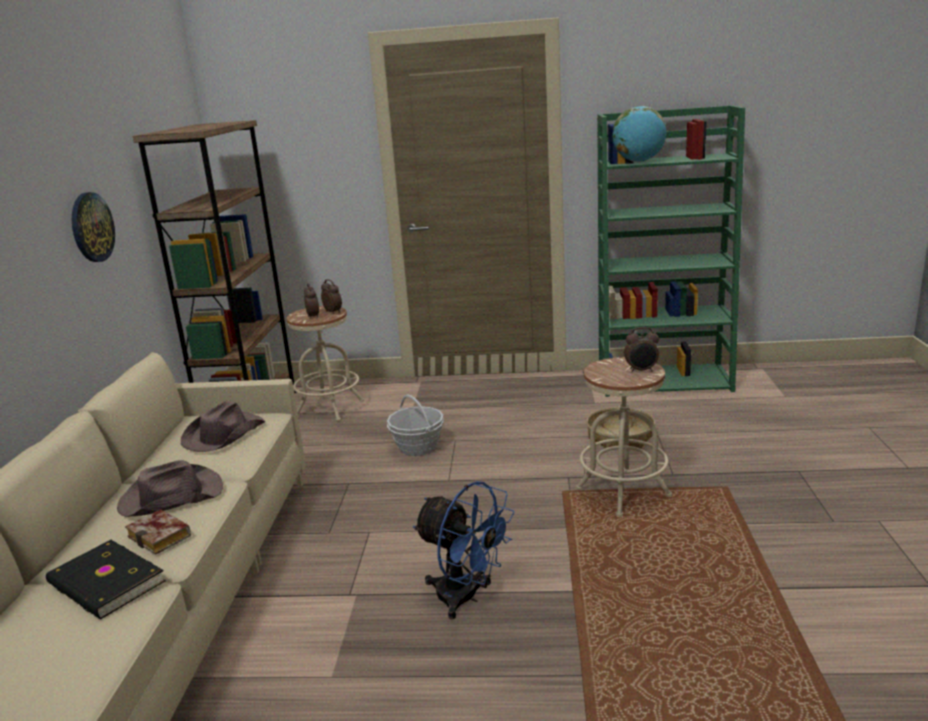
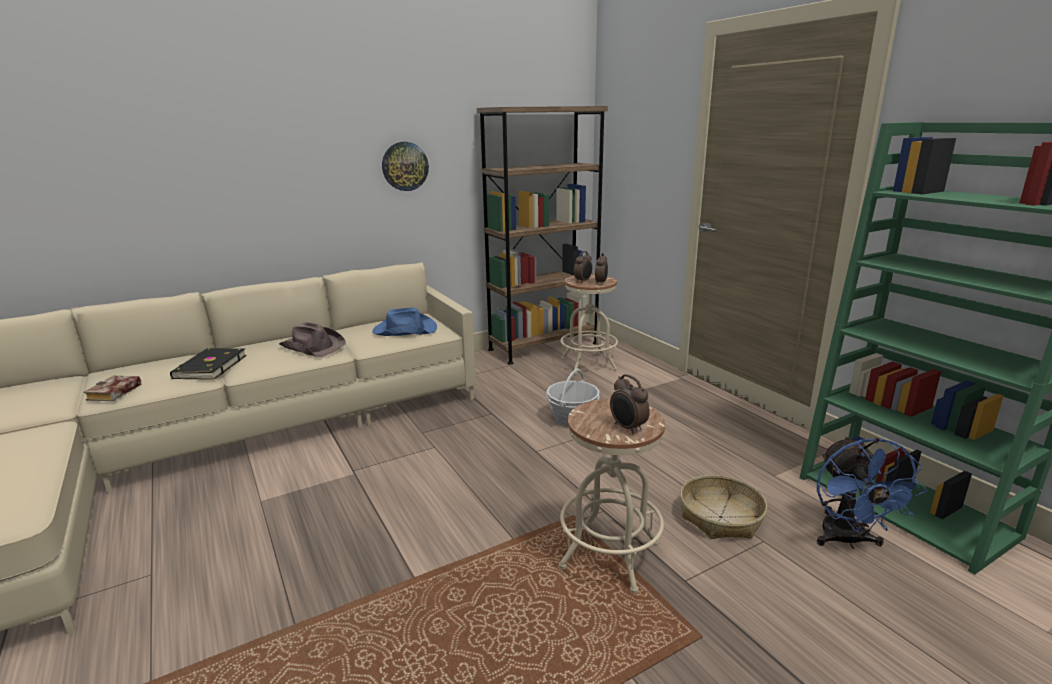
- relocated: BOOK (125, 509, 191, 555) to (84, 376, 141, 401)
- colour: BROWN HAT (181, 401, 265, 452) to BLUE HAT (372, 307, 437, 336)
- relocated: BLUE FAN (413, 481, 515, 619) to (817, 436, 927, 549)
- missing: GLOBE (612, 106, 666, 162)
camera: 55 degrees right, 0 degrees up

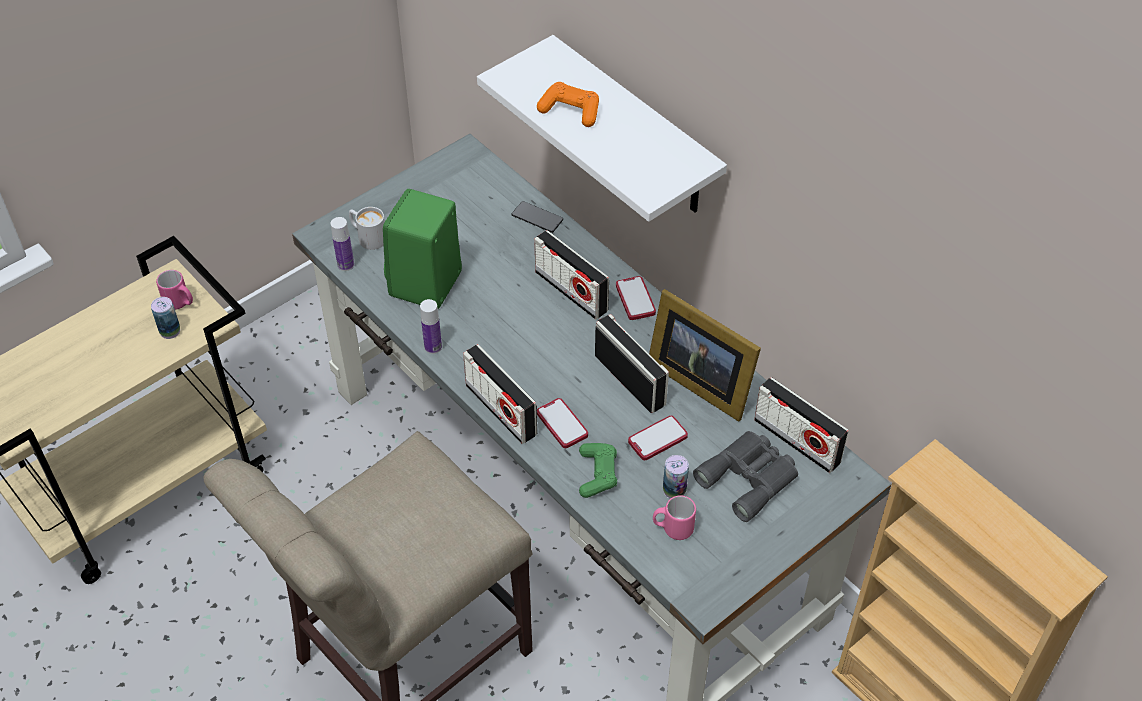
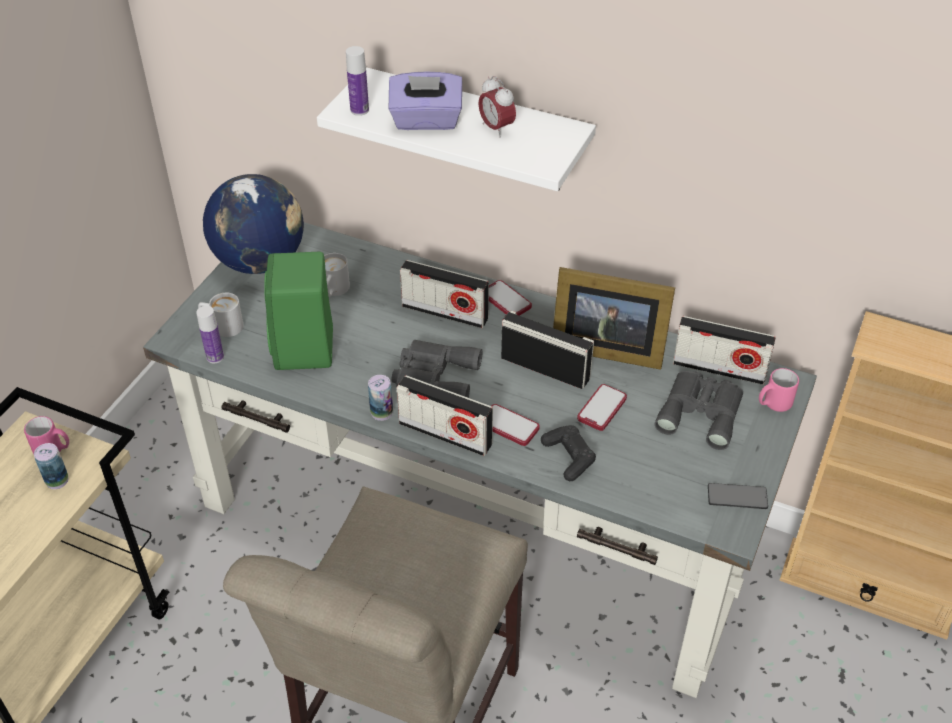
- relocated: BOTTLE (420, 299, 442, 354) to (346, 46, 369, 116)
- relocated: PHONE (511, 201, 563, 233) to (708, 483, 768, 509)
- exchanged: ORANGE GAME CONTROLLER (537, 82, 599, 127) to PURPLE TISSUE BOX (389, 71, 462, 130)
- colour: GREEN GAME CONTROLLER (579, 443, 617, 498) to BLACK GAME CONTROLLER (541, 425, 596, 481)
- relocated: PINK MUG (653, 495, 696, 540) to (759, 368, 799, 412)
- relocated: CAN (663, 455, 689, 499) to (368, 375, 393, 421)
- appeared: GLOBE (203, 174, 304, 274)
- appeared: WHITE MUG (324, 253, 350, 297)
- appeared: GREY BINOCULARS (391, 340, 482, 398)
- appeared: ALARM CLOCK (478, 76, 516, 137)
camera: 25 degrees left, 5 degrees down

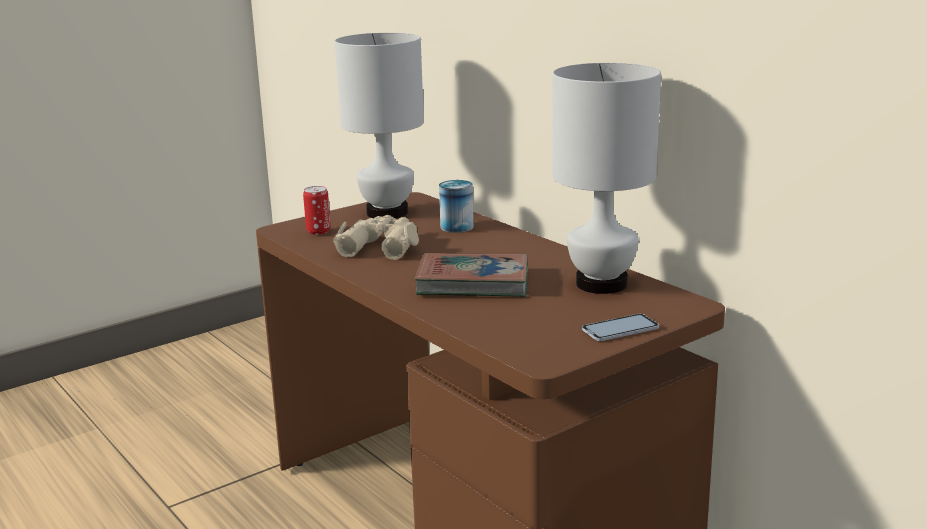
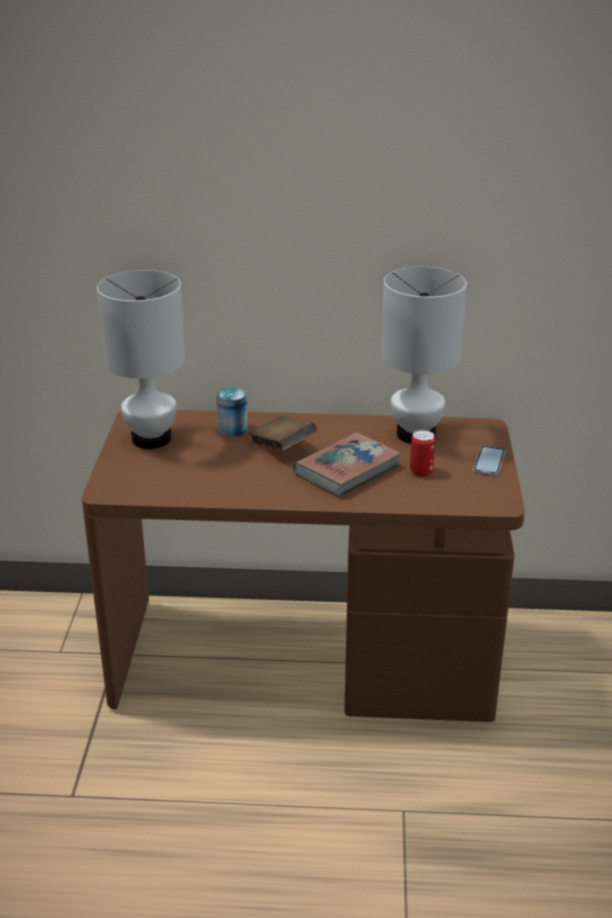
- relocated: CAN (303, 186, 331, 235) to (410, 430, 435, 477)
- missing: BEIGE BINOCULARS (333, 215, 419, 260)
- appeared: BROWN BOOK (248, 416, 317, 451)
camera: 50 degrees left, 10 degrees up

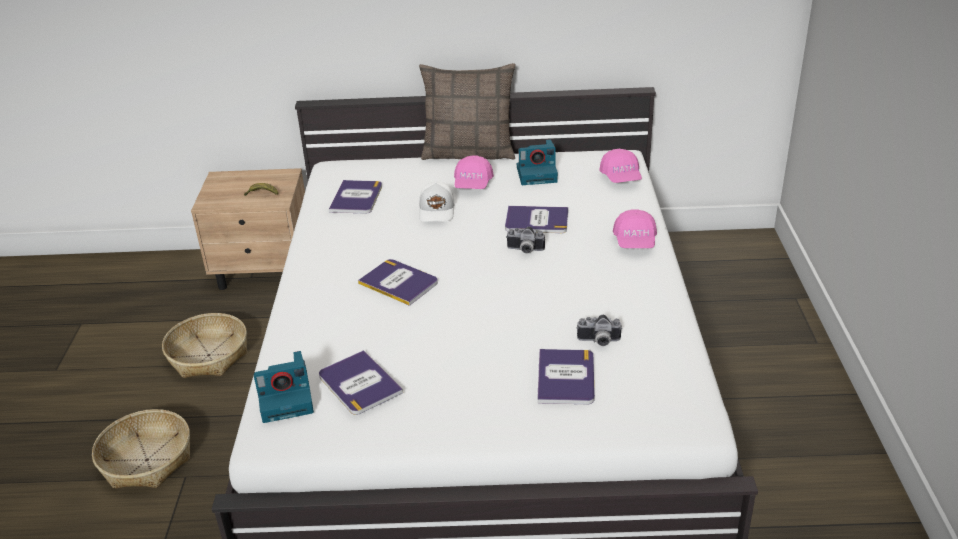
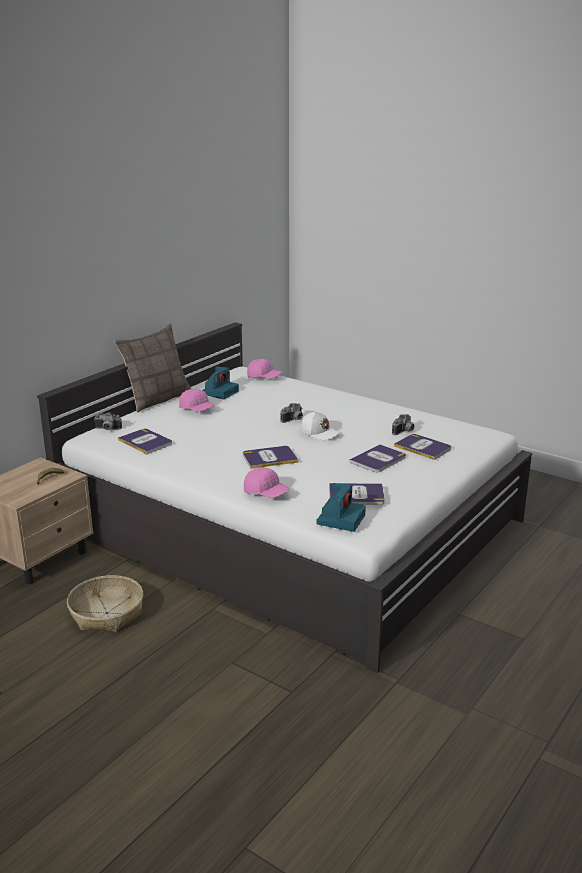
- missing: BASKET (92, 409, 190, 489)
- relocated: WHITE CAP (419, 182, 455, 222) to (300, 411, 340, 440)
- relocated: BOOK (505, 206, 568, 233) to (349, 444, 406, 472)
- relocated: PINK CAP (613, 209, 657, 248) to (244, 468, 290, 498)
- appeared: PHOTO CAMERA (94, 412, 122, 430)
camera: 55 degrees left, 10 degrees down

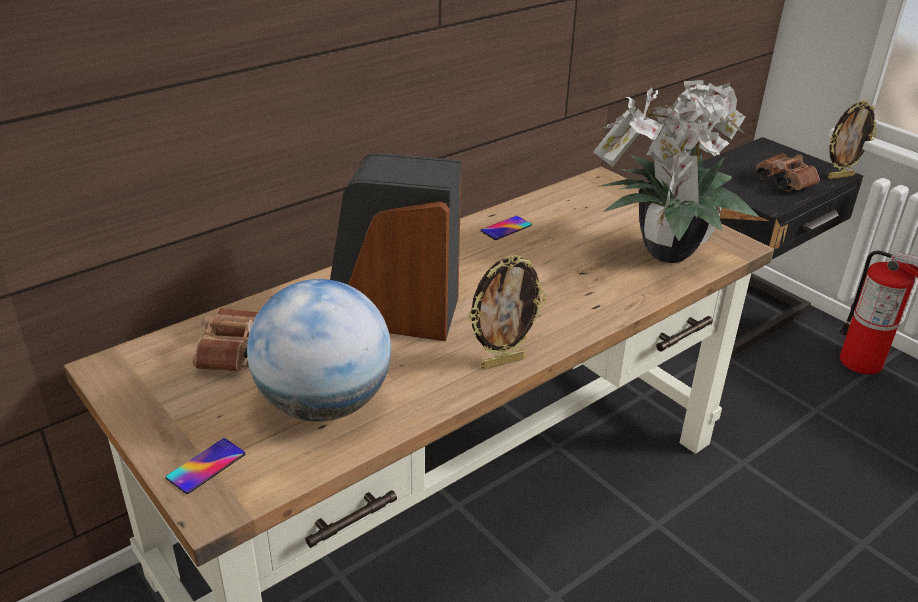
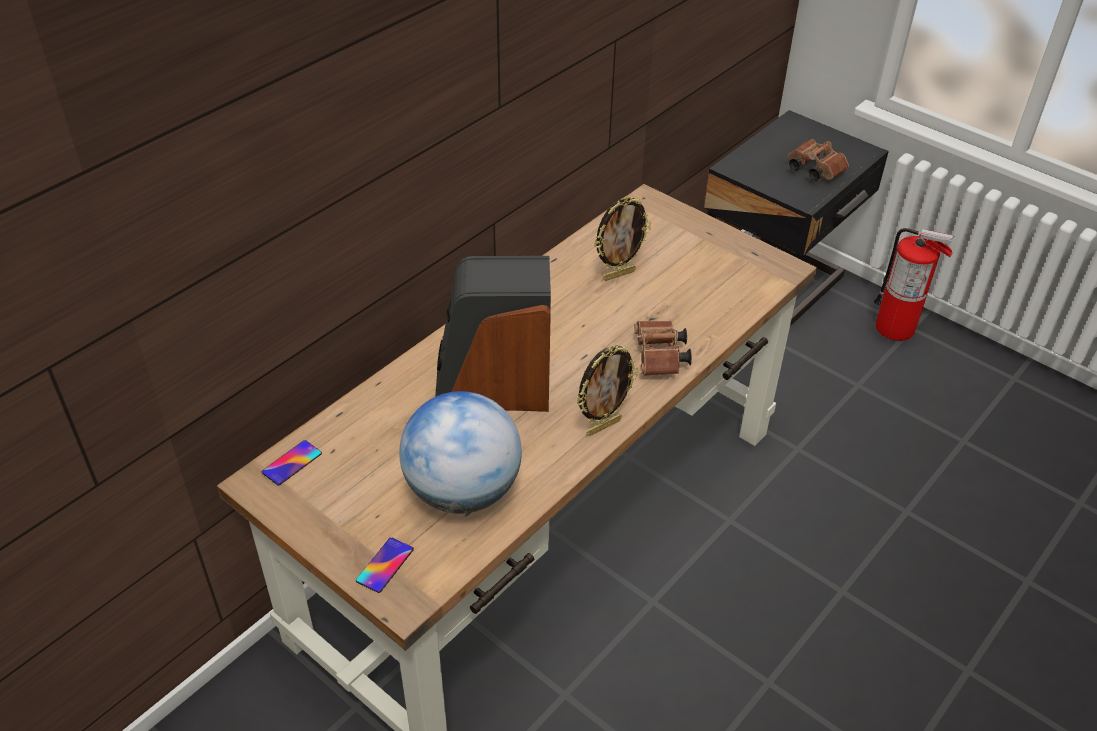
- relocated: BROWN BINOCULARS (193, 308, 258, 372) to (634, 321, 692, 376)
- relocated: PHONE (480, 216, 532, 240) to (262, 440, 322, 485)
- missing: POTTED PLANT (593, 80, 759, 263)
- relocated: PICTURE FRAME (828, 100, 877, 179) to (594, 196, 651, 281)
camera: 10 degrees left, 10 degrees up

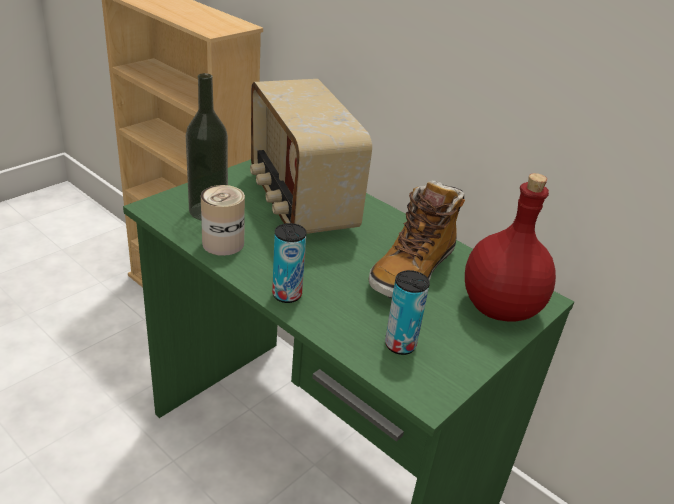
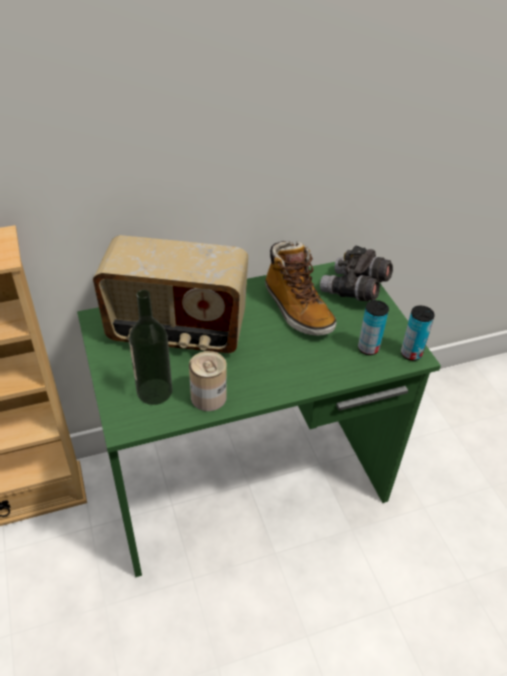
- relocated: CAN (272, 223, 307, 303) to (401, 306, 435, 361)
- exchanged: RED BOTTLE (465, 173, 556, 321) to GREY BINOCULARS (320, 245, 393, 302)
camera: 60 degrees left, 10 degrees up

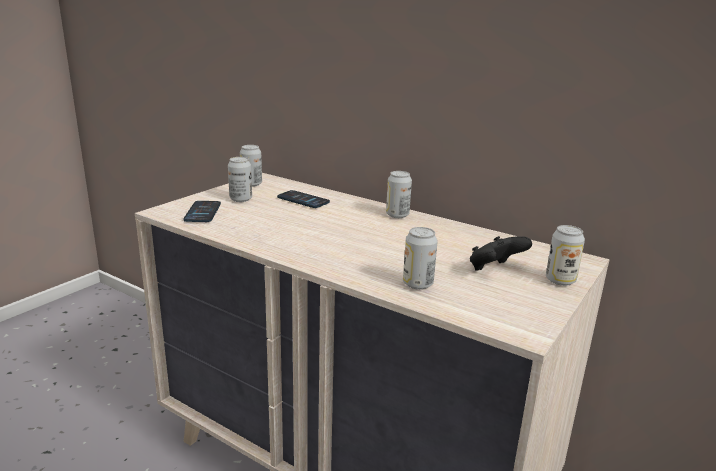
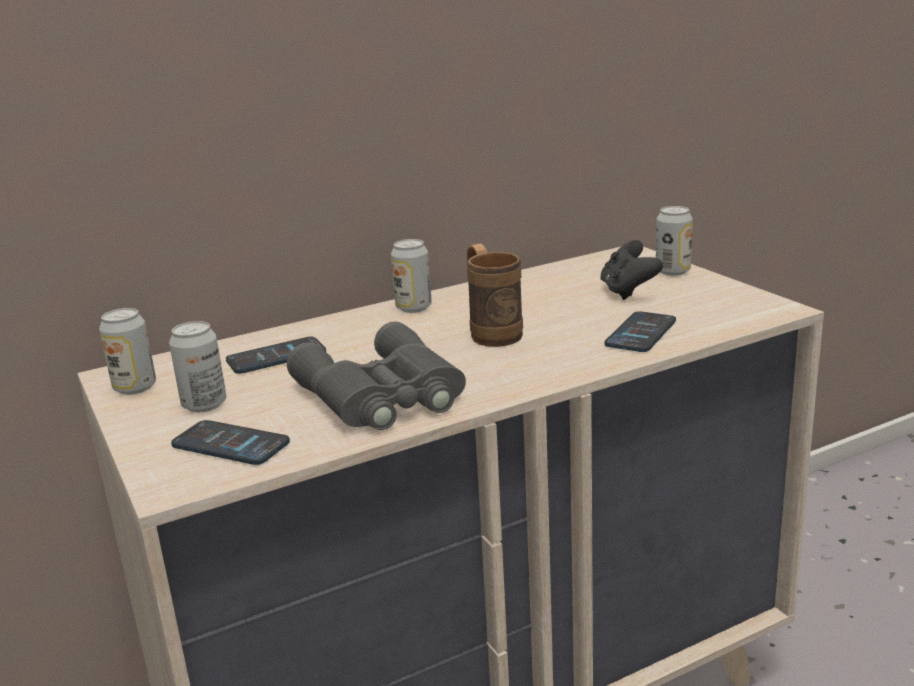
- exchanged: CAN (403, 227, 438, 290) to PHONE (605, 312, 676, 352)
- appeared: GREY BINOCULARS (287, 321, 466, 430)
- appeared: BROWN MUG (467, 243, 523, 347)
camera: 60 degrees left, 0 degrees up

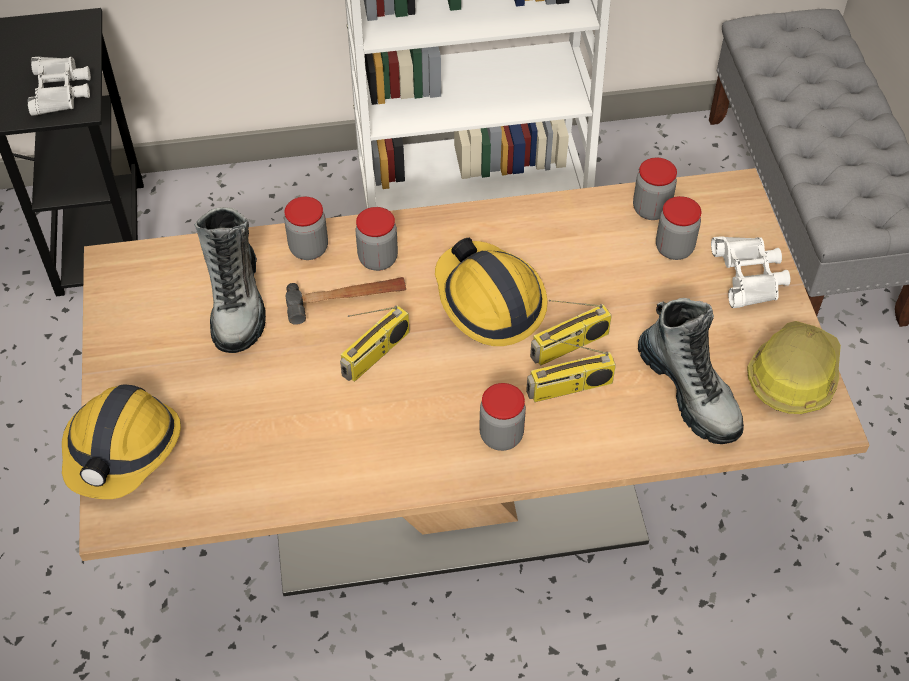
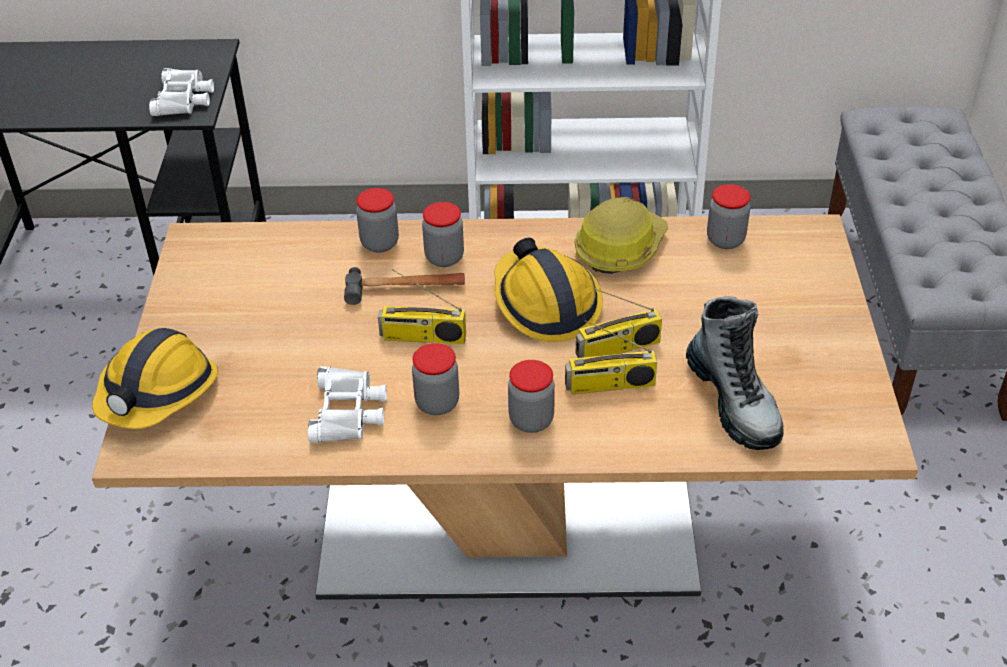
- missing: BOOT (195, 207, 266, 353)
- spun: RADIO (340, 305, 409, 382) = (378, 270, 466, 344) 45 degrees clockwise
- relocated: JAR (656, 196, 701, 260) to (412, 343, 459, 415)
- relocated: WHITE BINOCULARS (711, 236, 790, 308) to (308, 366, 387, 443)
- relocated: HARD HAT (747, 321, 841, 414) to (575, 197, 668, 274)
camera: 10 degrees right, 10 degrees down

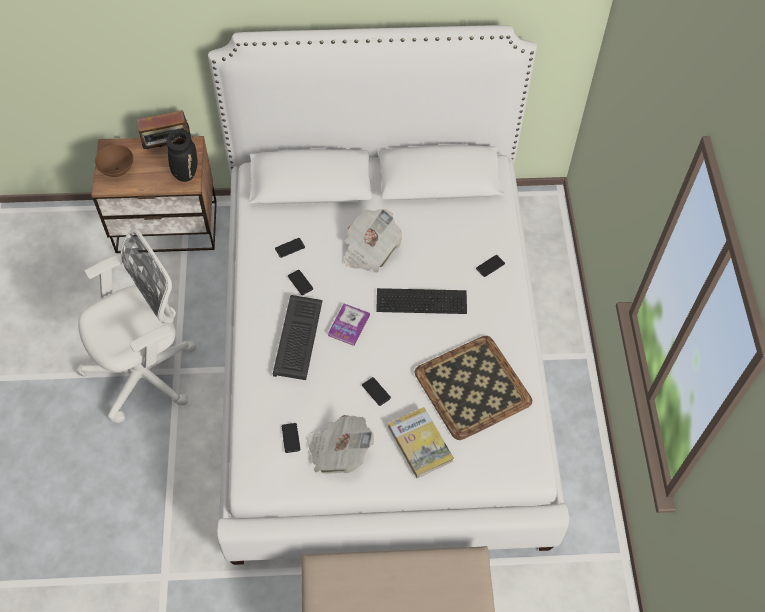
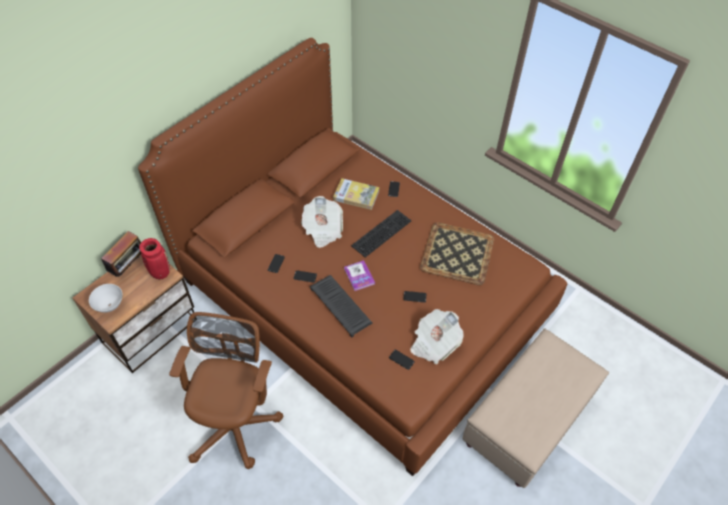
- colour: WHITE OFFICE CHAIR (76, 229, 196, 423) to BROWN OFFICE CHAIR (169, 312, 283, 469)
- colour: BROWN BOWL (95, 145, 133, 177) to WHITE BOWL (89, 284, 123, 312)
- colour: BLACK VASE (166, 129, 198, 182) to RED VASE (139, 238, 170, 279)
- colour: WHITE BED (208, 25, 569, 565) to BROWN BED (138, 38, 567, 476)
- relocated: BOOK (388, 407, 454, 478) to (333, 178, 380, 210)
camera: 45 degrees left, 5 degrees down

